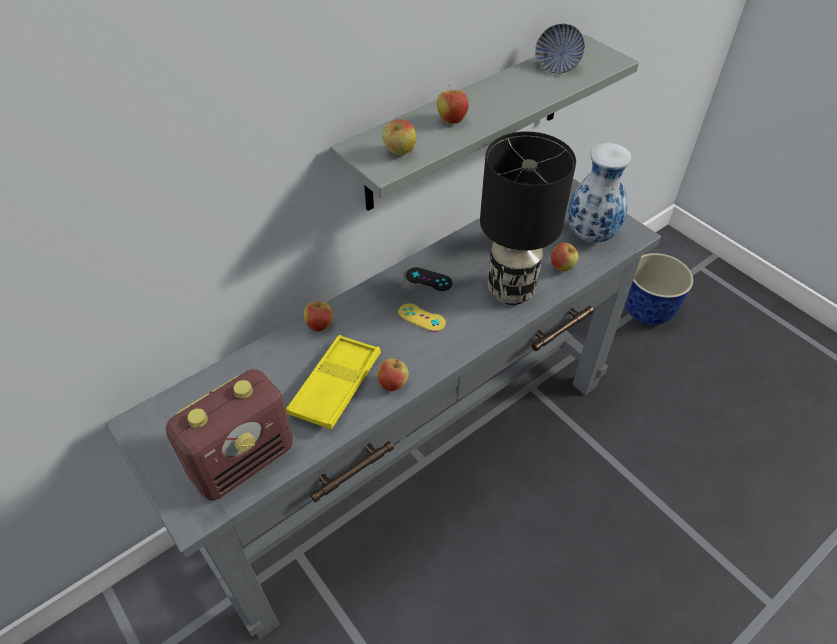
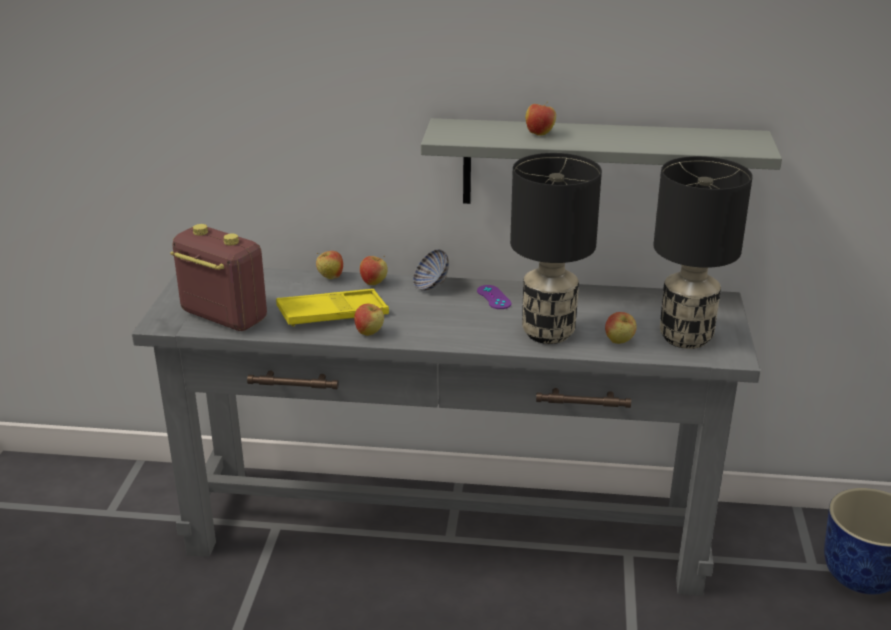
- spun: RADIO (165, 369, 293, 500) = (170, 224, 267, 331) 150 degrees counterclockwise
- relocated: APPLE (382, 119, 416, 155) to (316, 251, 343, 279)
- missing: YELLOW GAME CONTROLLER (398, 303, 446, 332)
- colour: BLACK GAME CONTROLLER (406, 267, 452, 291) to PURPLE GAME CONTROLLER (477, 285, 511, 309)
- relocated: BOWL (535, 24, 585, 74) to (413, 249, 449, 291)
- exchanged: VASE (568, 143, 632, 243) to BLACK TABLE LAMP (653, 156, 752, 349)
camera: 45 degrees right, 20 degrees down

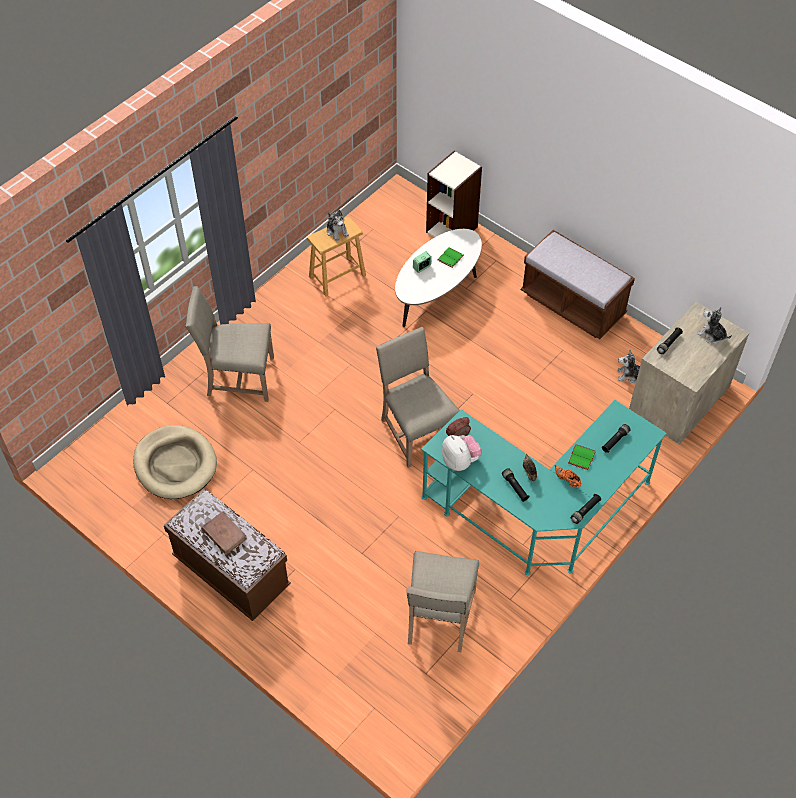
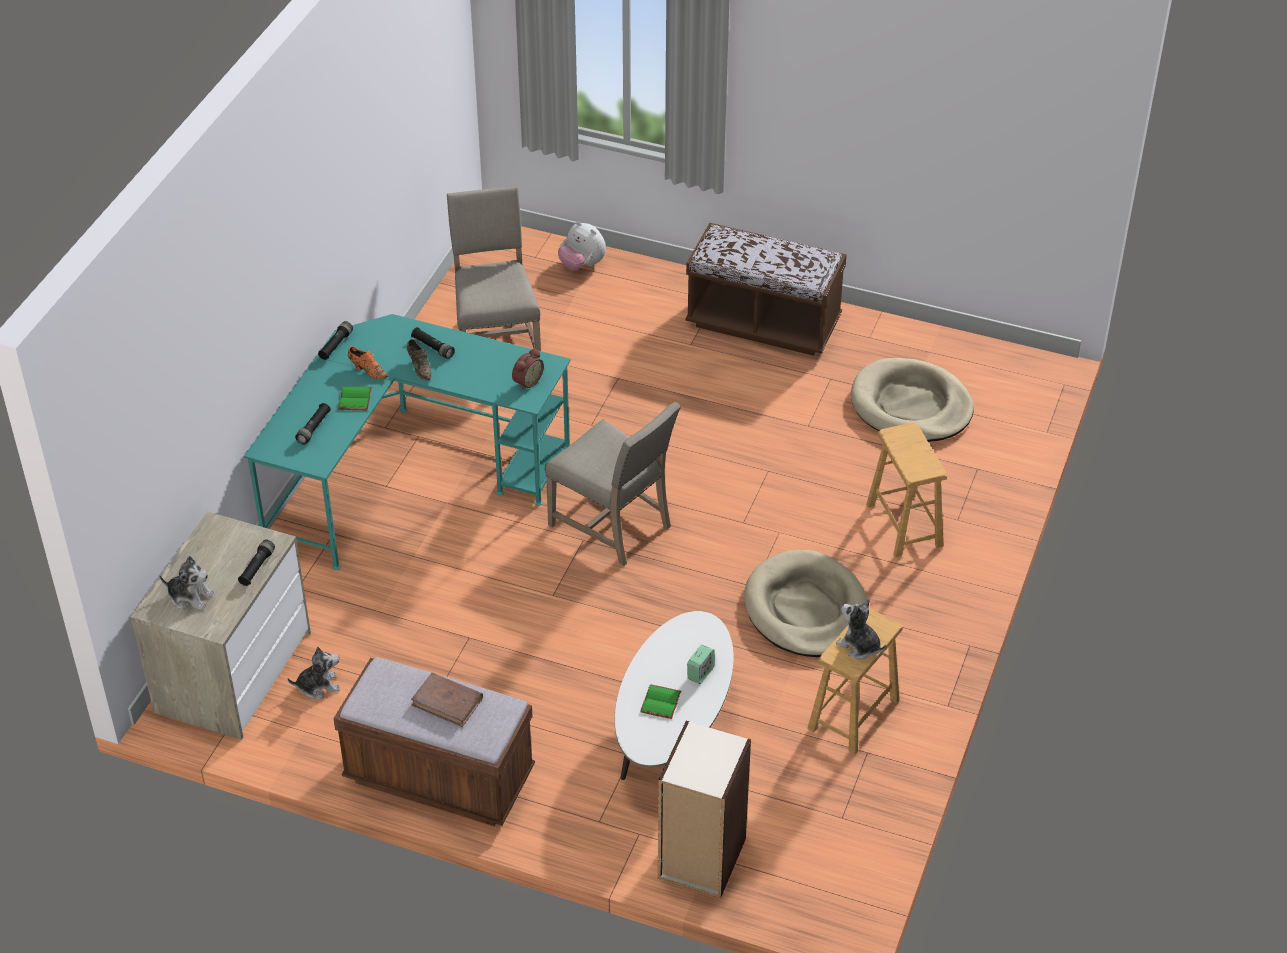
- exchanged: BEIGE CHAIR (185, 286, 274, 402) to BROWN STOOL (866, 422, 947, 558)
- relocated: BROWN BOOK (201, 511, 247, 555) to (411, 673, 483, 727)
- relocated: PLUSH TOY (442, 435, 482, 471) to (558, 221, 606, 270)
- appeared: BEIGE DOG BED (744, 550, 867, 657)
camera: 160 degrees right, 10 degrees down

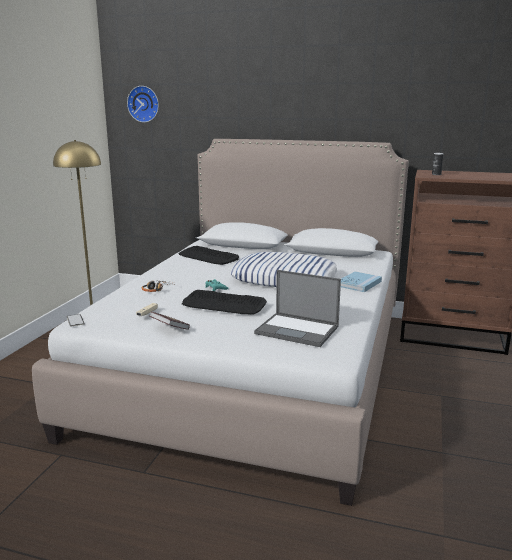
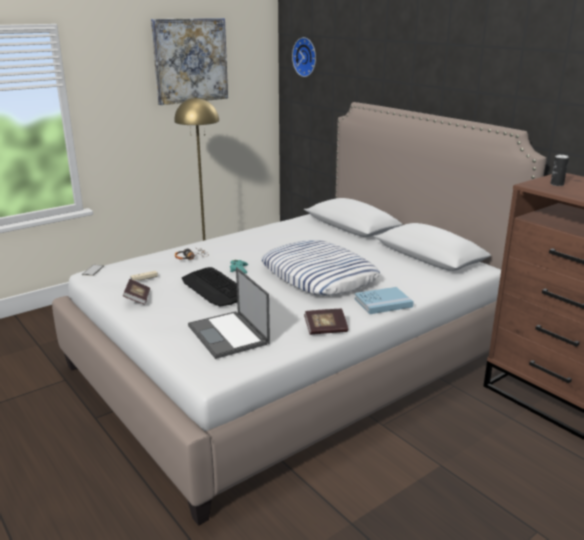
- missing: KEYBOARD (178, 246, 239, 265)
- appeared: PICTURE (151, 18, 228, 105)
- appeared: BOOK (304, 309, 348, 335)
camera: 35 degrees right, 5 degrees up

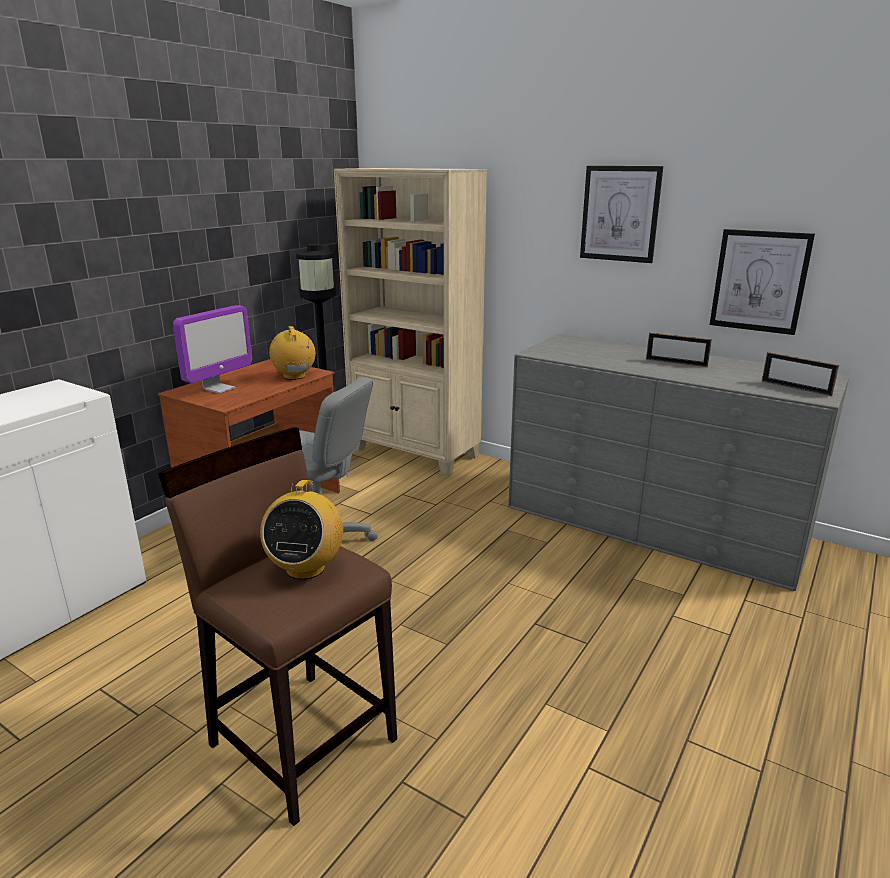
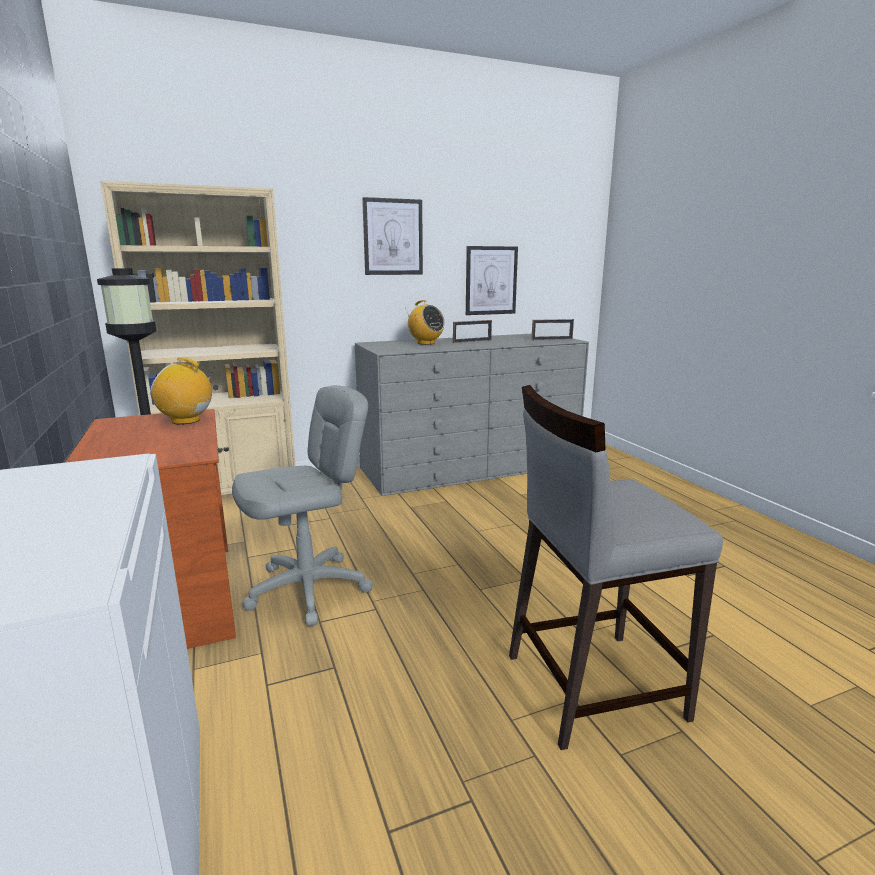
- colour: BROWN STOOL (158, 427, 397, 826) to GREY STOOL (509, 385, 723, 750)
- missing: MONITOR (173, 305, 252, 394)
- relocated: RADIO (260, 480, 343, 580) to (405, 300, 445, 345)
camera: 55 degrees left, 5 degrees down

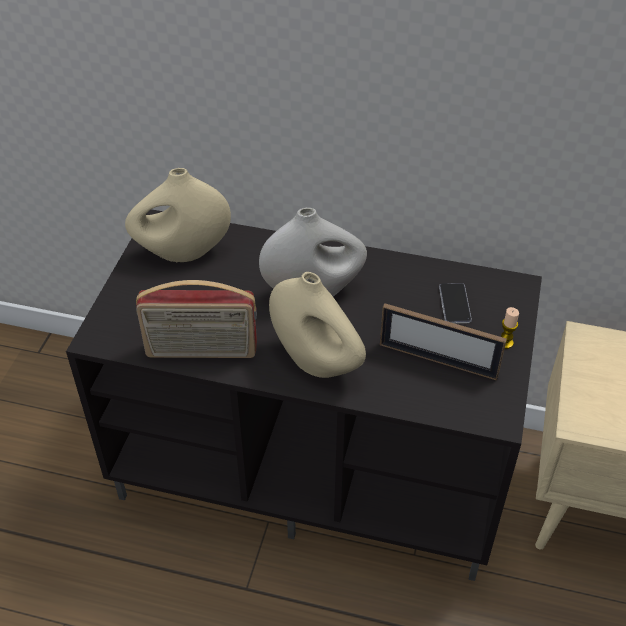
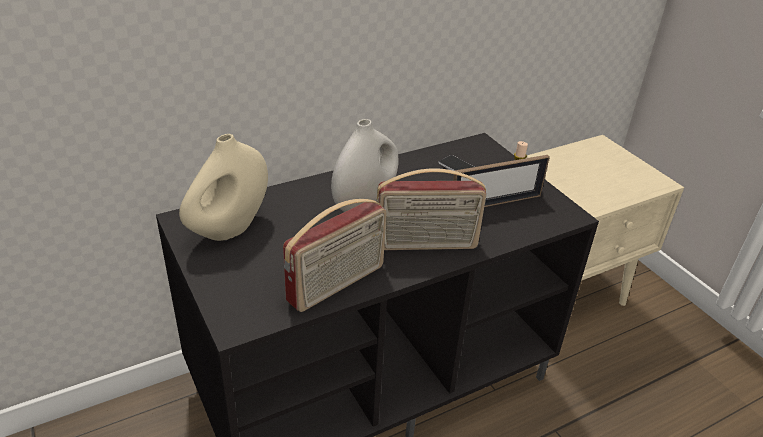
- exchanged: BEIGE VASE (269, 272, 366, 378) to RADIO (376, 168, 486, 250)
camera: 45 degrees left, 10 degrees down

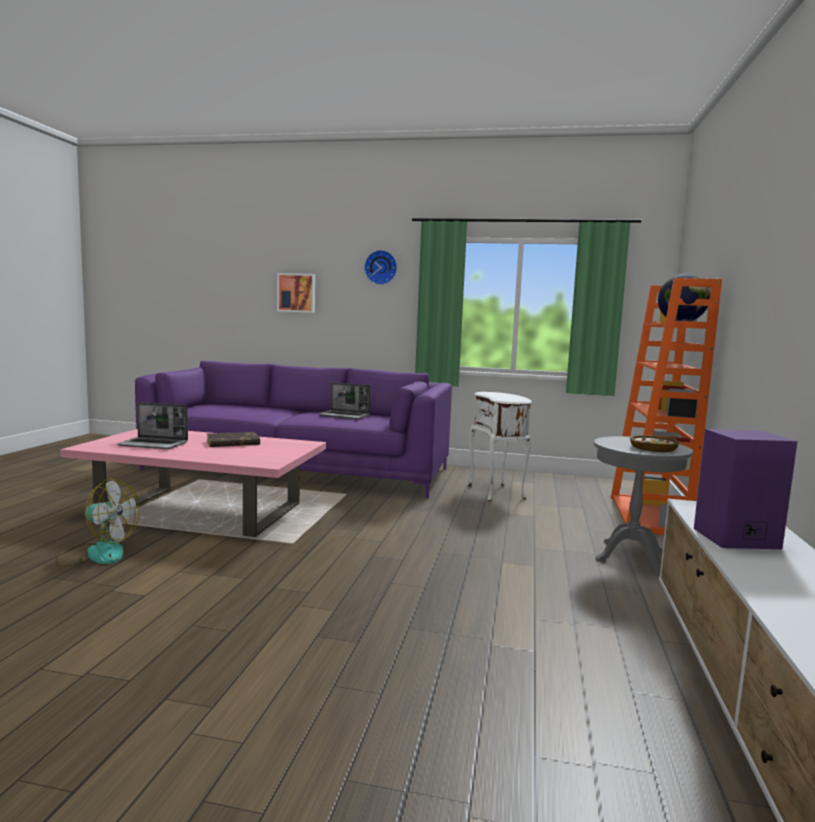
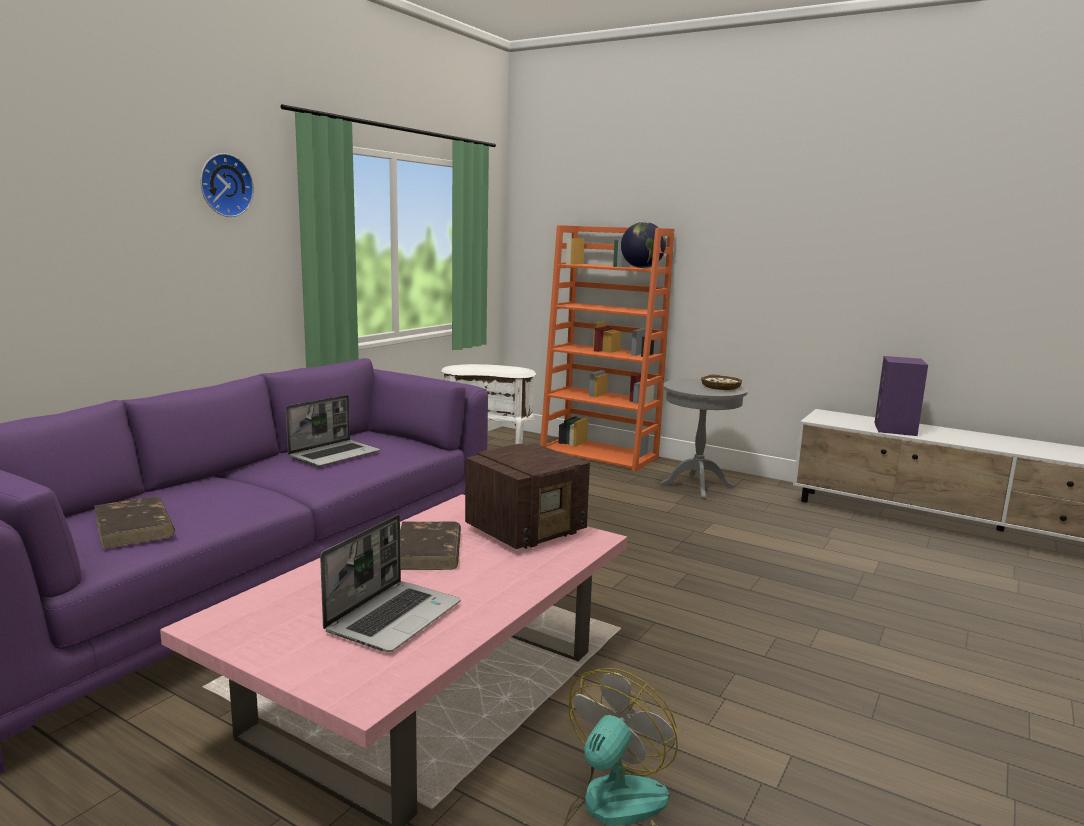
- missing: PICTURE (277, 273, 315, 313)
- appeared: BROWN BOOK (94, 497, 175, 549)
- appeared: RADIO (465, 443, 590, 549)
camera: 70 degrees left, 5 degrees up

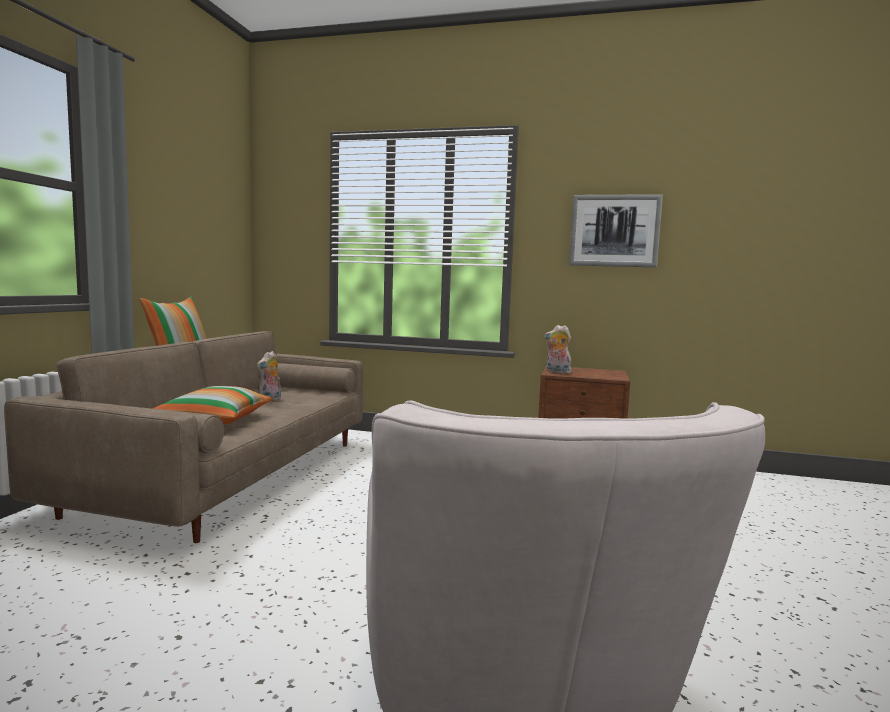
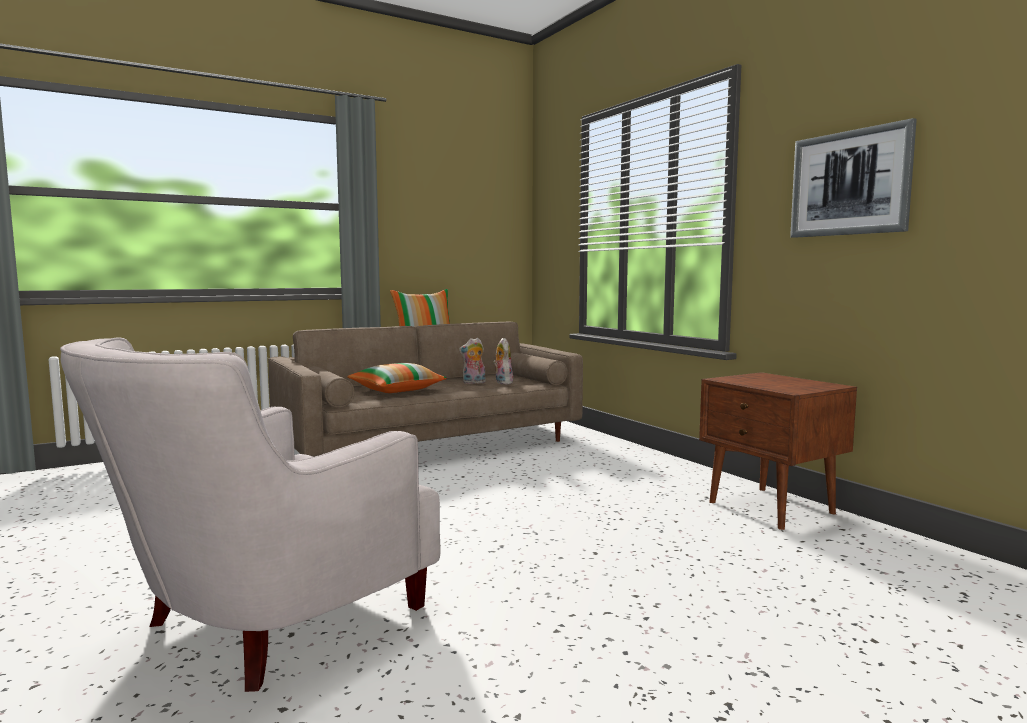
- relocated: PLUSH TOY (545, 325, 571, 374) to (493, 338, 513, 384)
camera: 45 degrees right, 0 degrees up

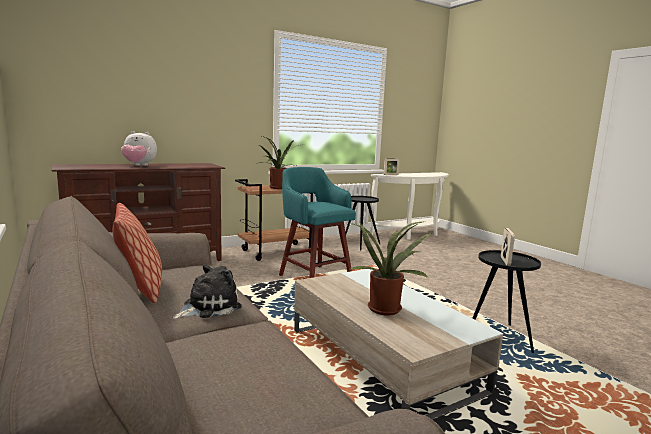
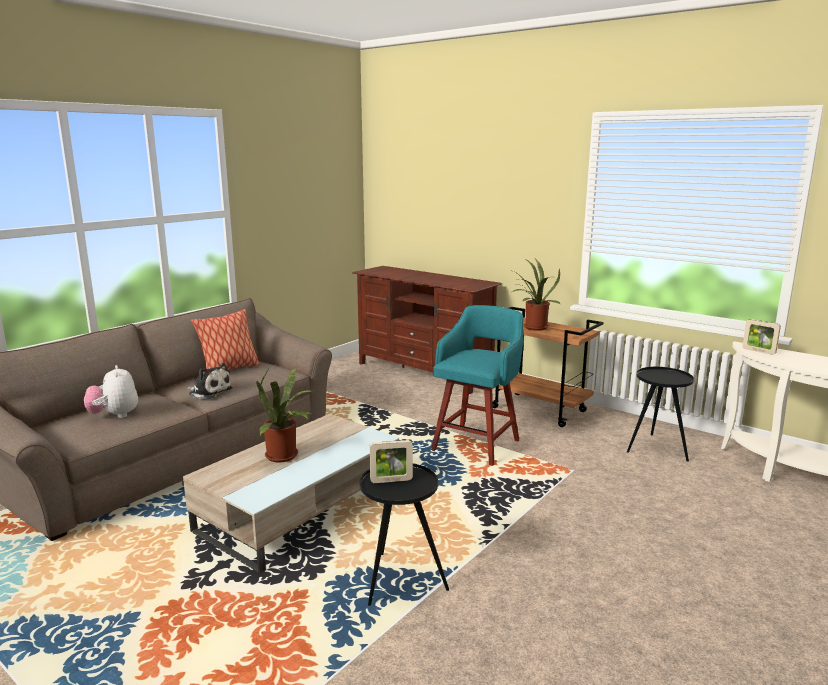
- relocated: PLUSH TOY (121, 131, 157, 166) to (84, 365, 138, 418)
camera: 70 degrees right, 5 degrees up

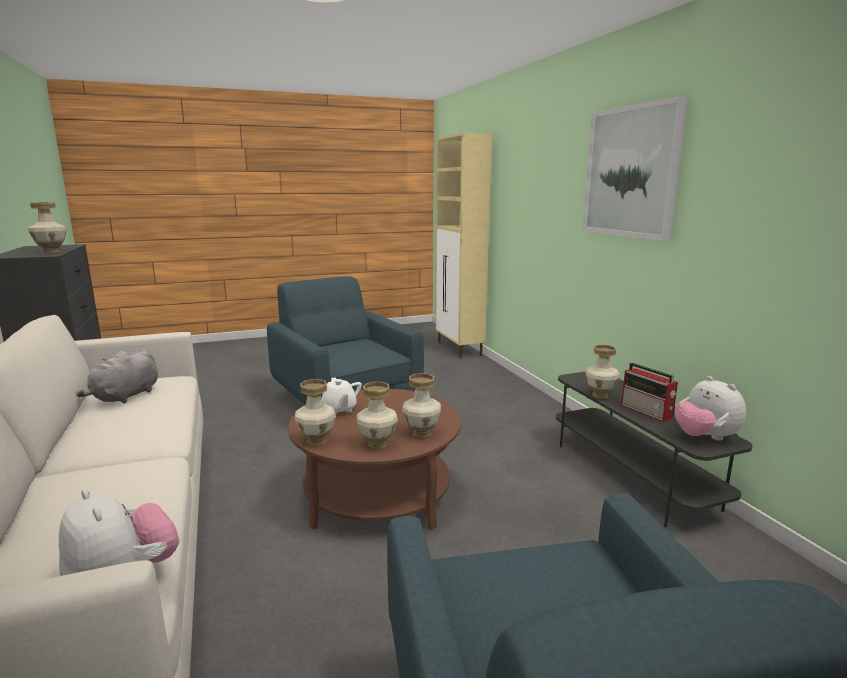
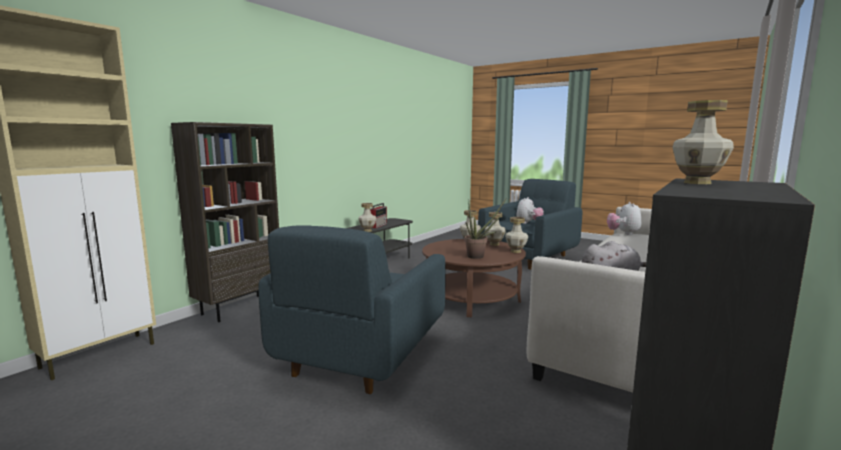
- exchanged: WHITE TEAPOT (322, 378, 362, 415) to POTTED PLANT (464, 199, 506, 259)
- missing: PICTURE (582, 95, 688, 242)
- relocated: PLUSH TOY (674, 376, 746, 441) to (516, 197, 544, 224)
- appeared: BROWN BOOKCASE (171, 122, 279, 322)
camera: 125 degrees left, 5 degrees down

